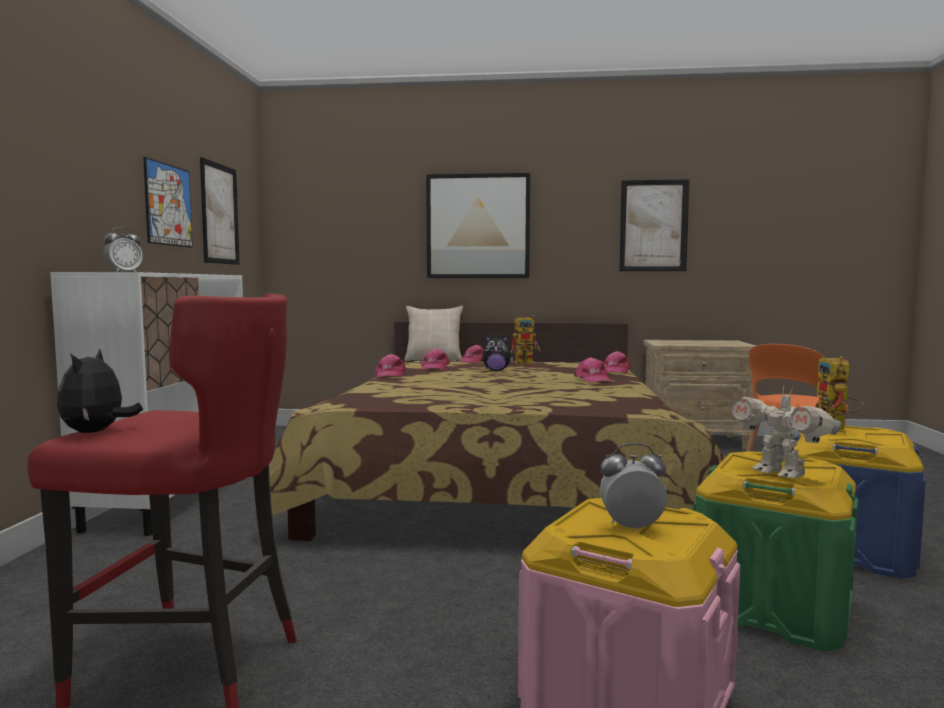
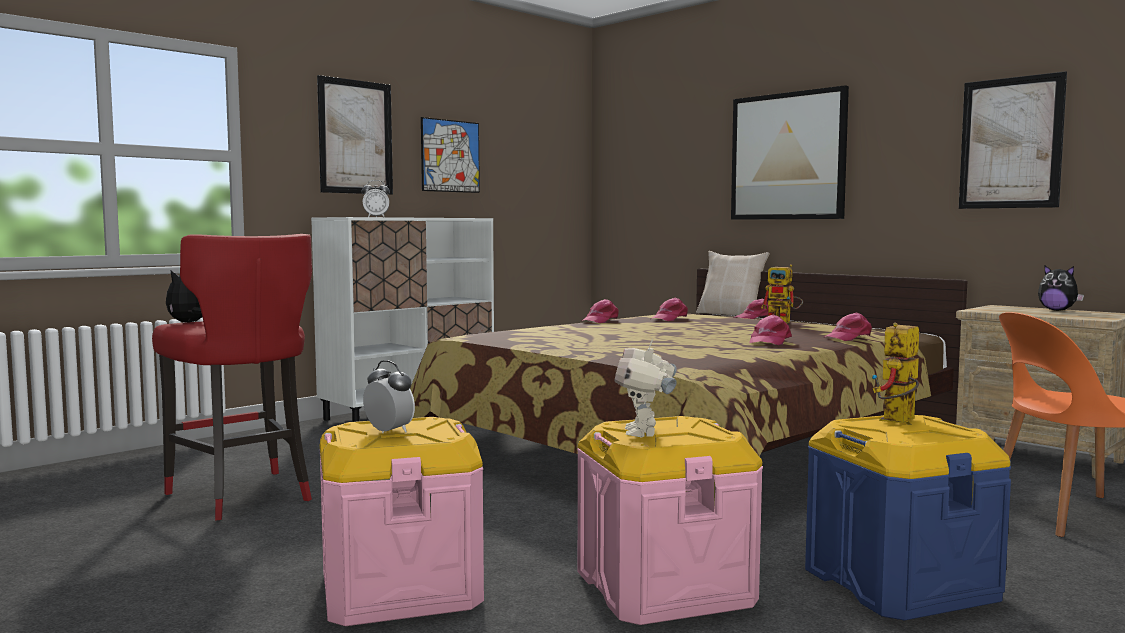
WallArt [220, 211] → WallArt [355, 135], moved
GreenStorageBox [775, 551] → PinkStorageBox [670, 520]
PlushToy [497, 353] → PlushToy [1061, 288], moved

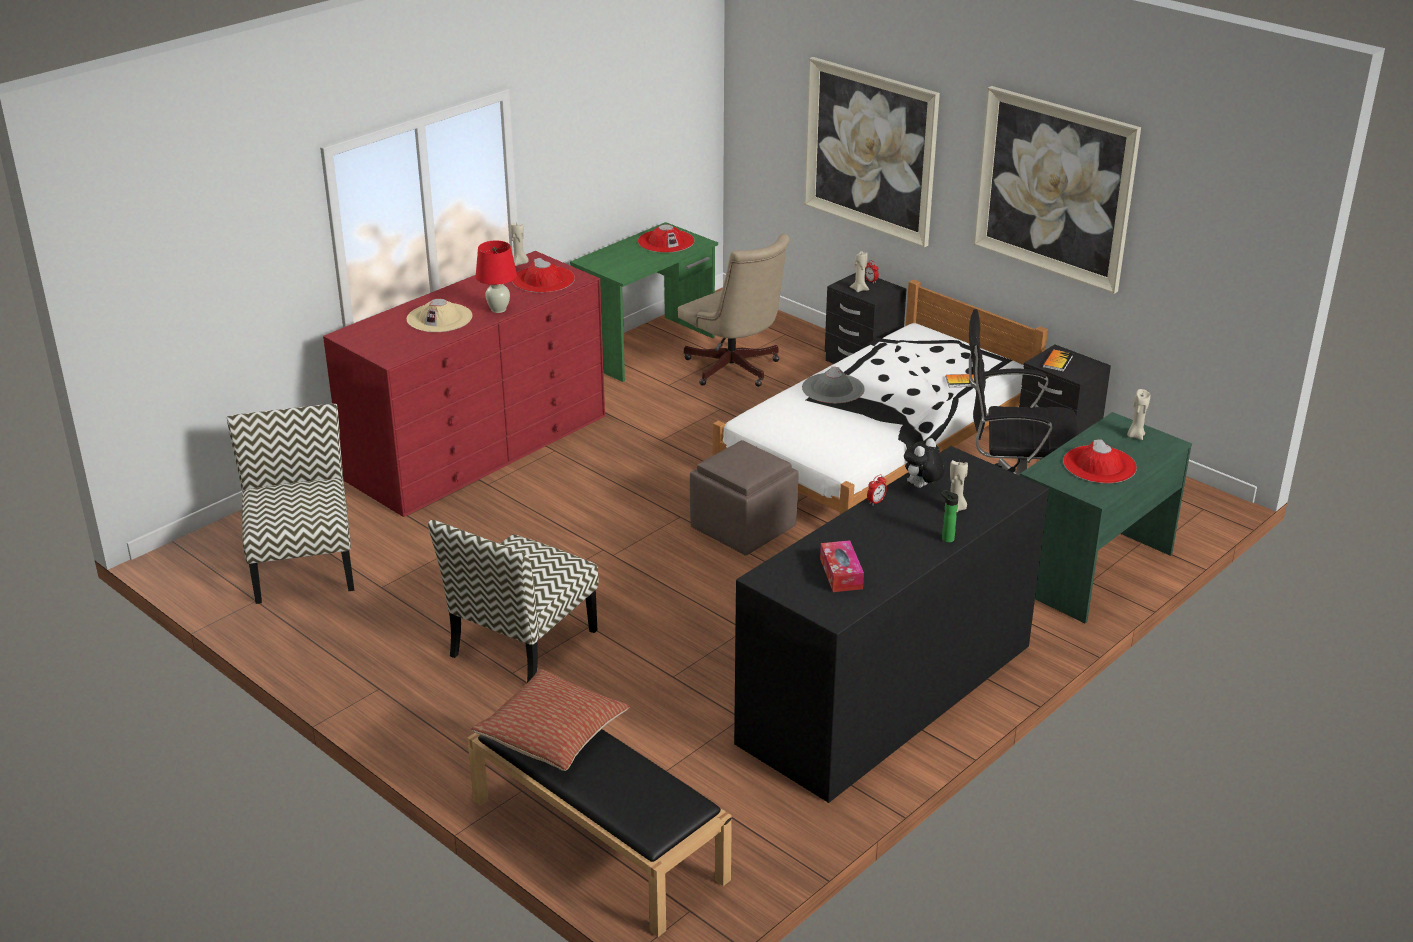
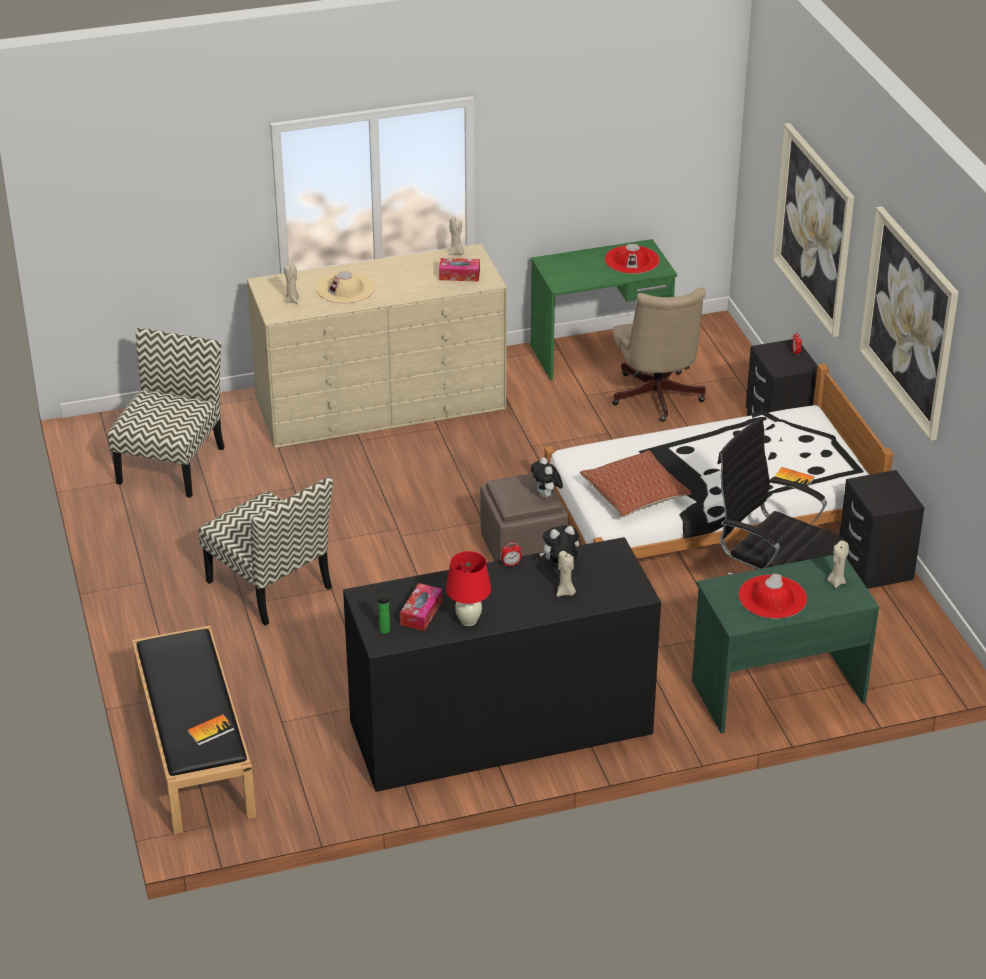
Volume [1058, 360] → Volume [210, 729], moved
UprightChair [513, 601] → UprightChair [266, 551], 105 degrees counterclockwise
RedColouredDrawerChest [464, 384] → BeigeColouredDrawerChest [377, 346]
BeigeColouredWaxCandle [859, 271] → BeigeColouredWaxCandle [291, 284], moved
BeverageBottle [949, 516] → BeverageBottle [383, 611], moved
RedColouredHat [543, 275] → TissueBox [459, 270]
RedColouredTableLamp [496, 277] → RedColouredTableLamp [468, 588], moved
- → PlushToy [547, 477]
Cushion [550, 720] → Cushion [636, 483], moved
GreyishHat [833, 385] → -

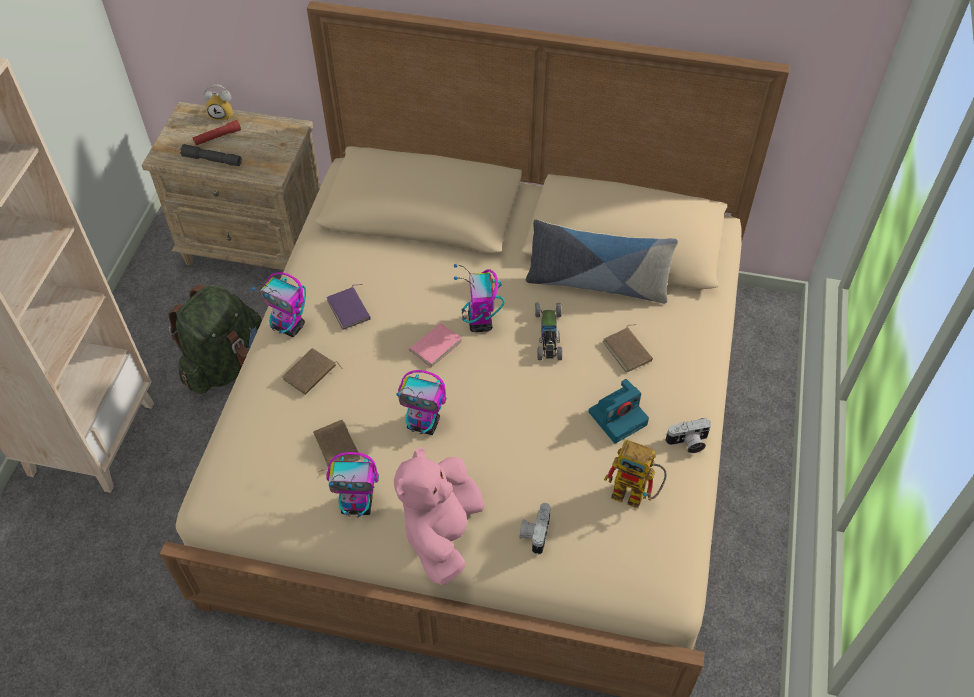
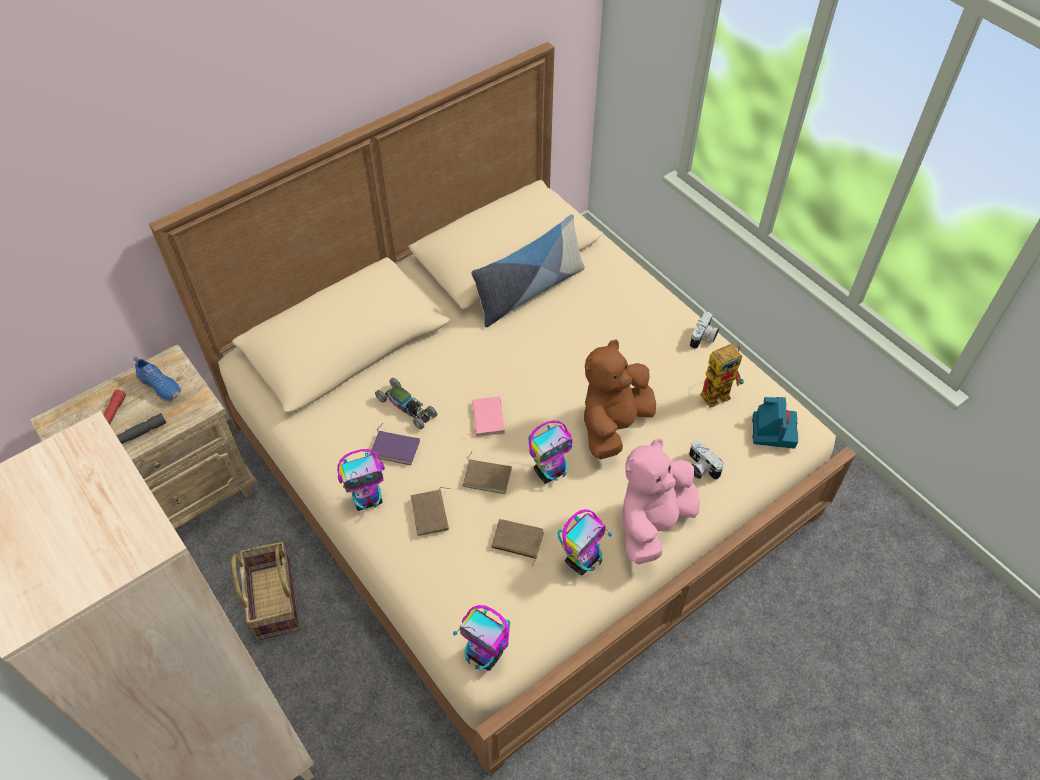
- → BluishLowShoe [157, 379]
GreenRucksack [215, 339] → HouseholdBasket [265, 590]
ToyCar [548, 331] → ToyCar [406, 403], moved
ModelRobot [479, 298] → ModelRobot [481, 638], moved
BrownVolume [628, 348] → BrownVolume [487, 473], moved
- → BrownPlushToy [620, 399]
PinkPlushToy [439, 516] → PinkPlushToy [660, 501], 75 degrees clockwise
StillCamera [618, 411] → StillCamera [775, 423], moved
AlarmClock [218, 102] → -

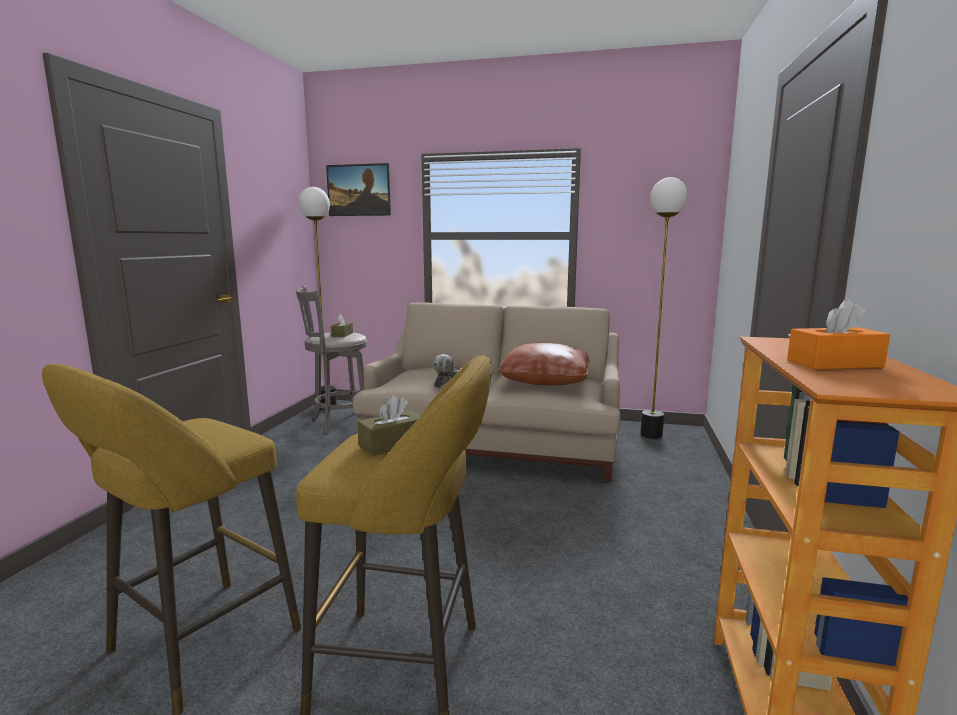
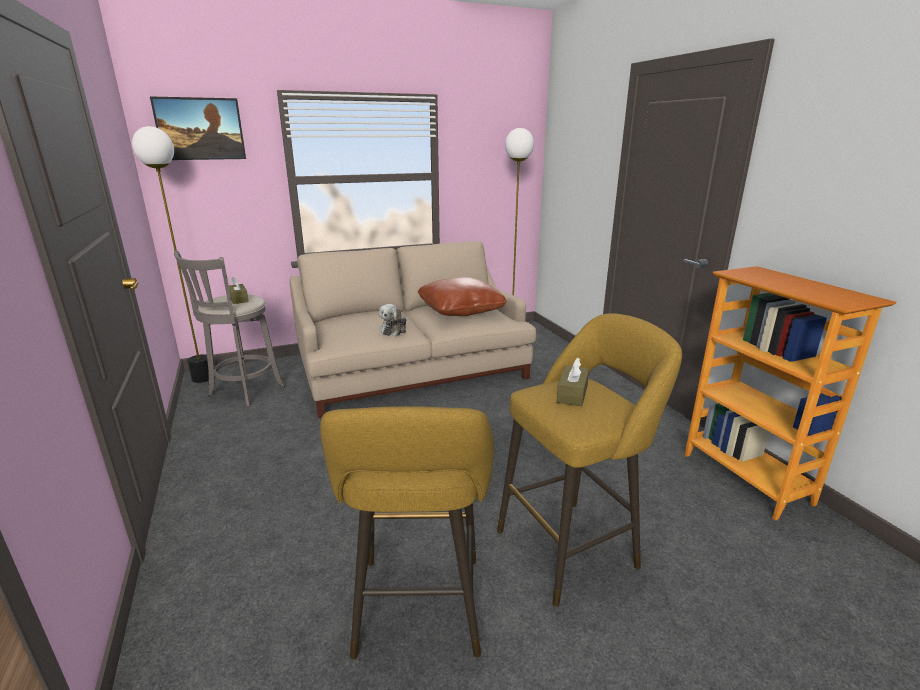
OrangeyTissueBox [838, 334] → -

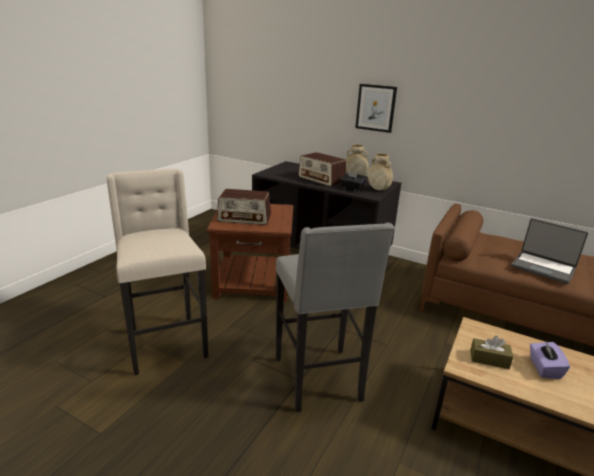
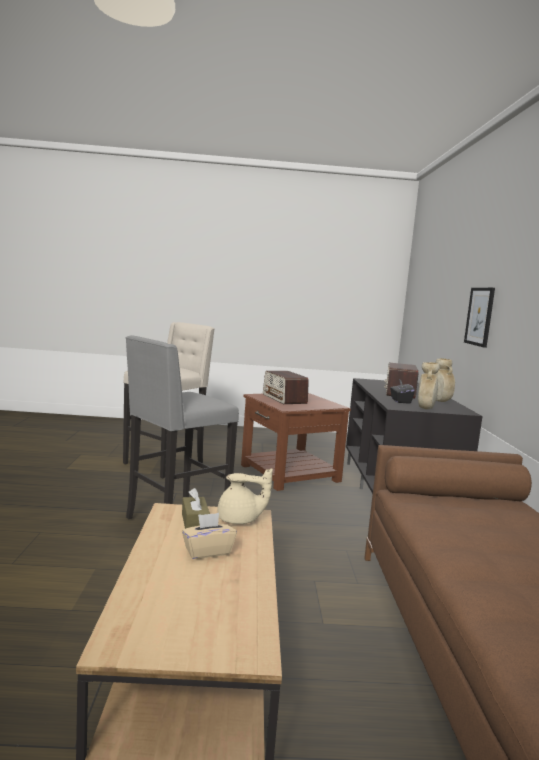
PurplishTissueBox [550, 360] → BeigeColouredTissueBox [209, 536]
- → BeigeColouredTeapot [245, 496]
PortableComputer [549, 251] → -

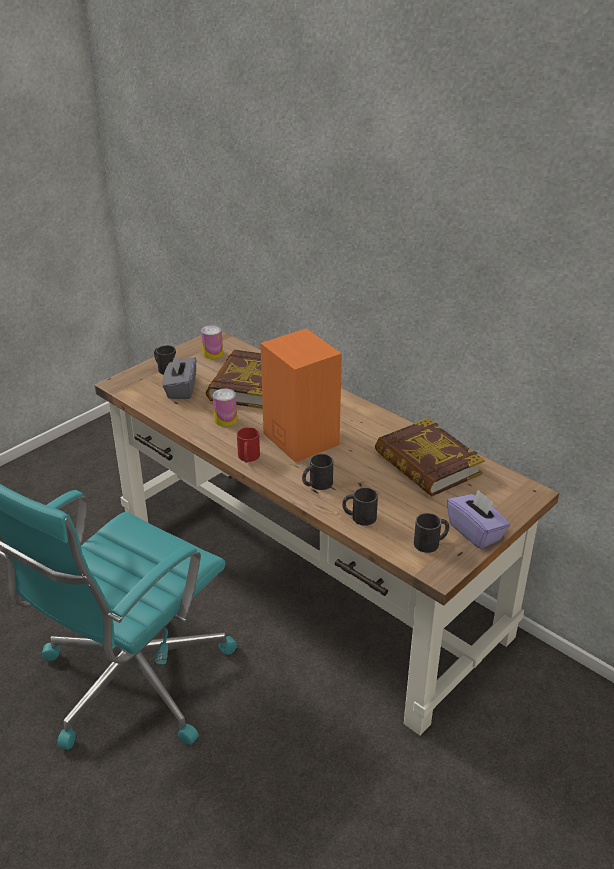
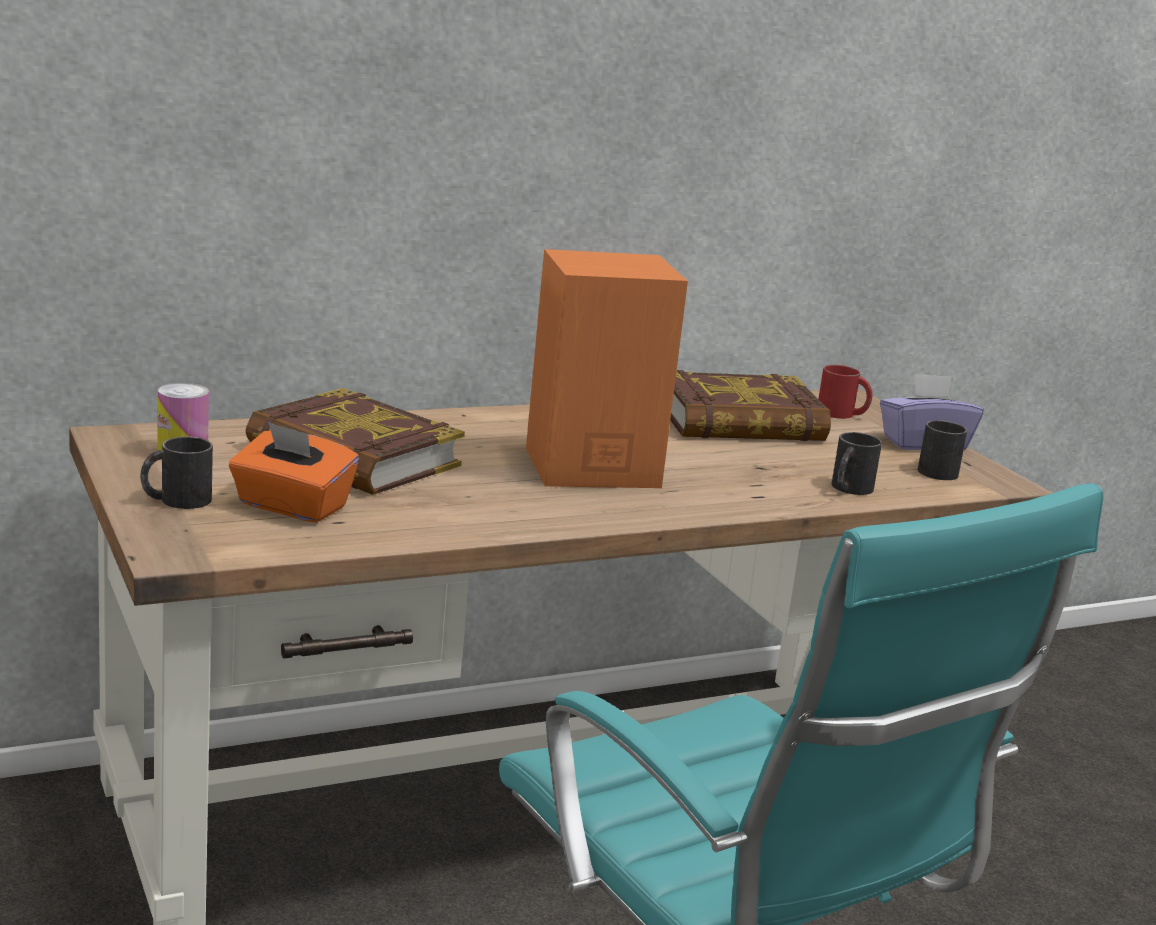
GreyishTissueBox [179, 376] → OrangeyTissueBox [294, 472]
RedColouredTeaMug [248, 445] → RedColouredTeaMug [845, 392], moved
Can [225, 407] → -
BlackColouredTeaMug [317, 472] → -

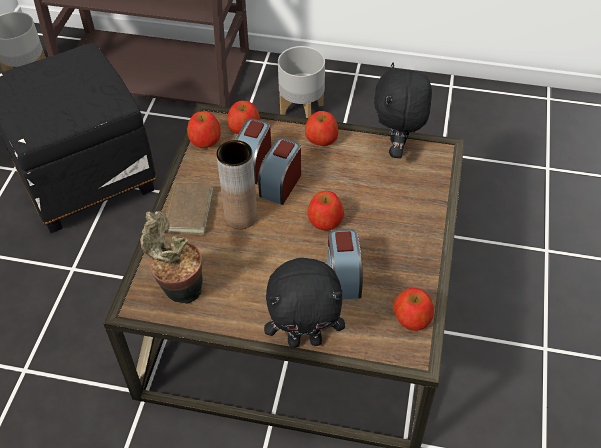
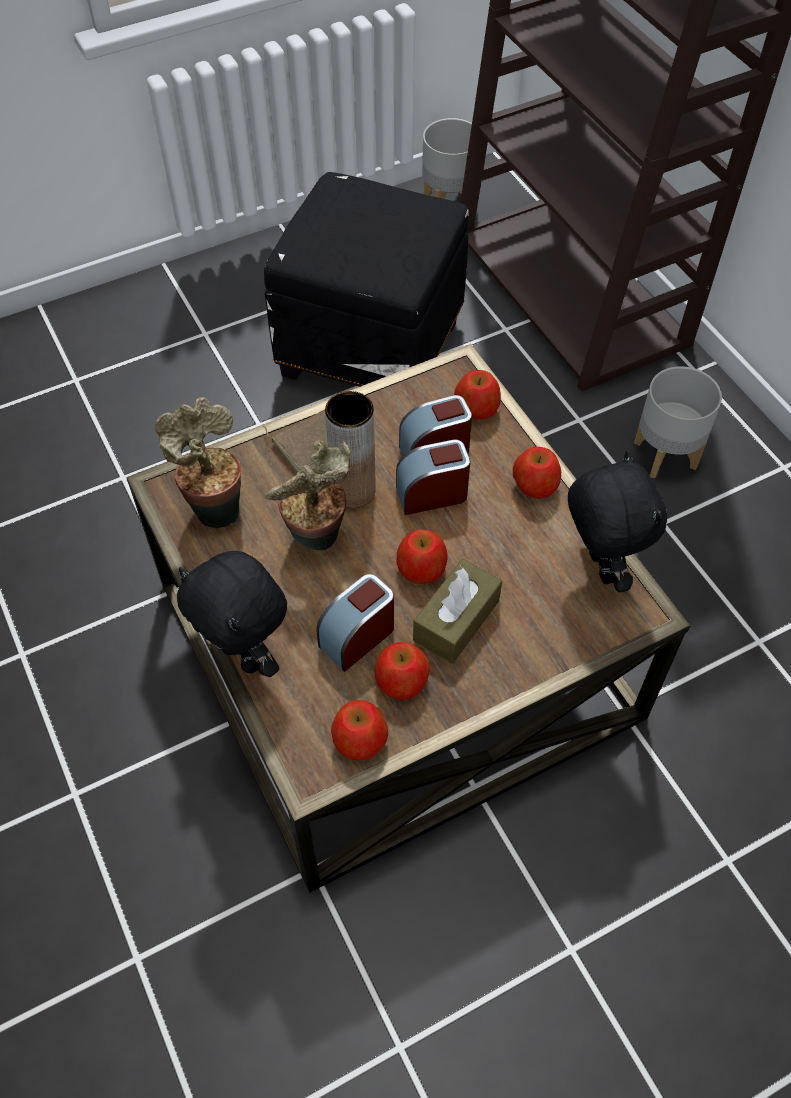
- → PottedPlant [308, 495]
WholeApple [204, 129] → WholeApple [402, 671], moved
- → BrownTissueBox [457, 611]
BlackColouredPlushToy [403, 110] → BlackColouredPlushToy [617, 521], 105 degrees clockwise

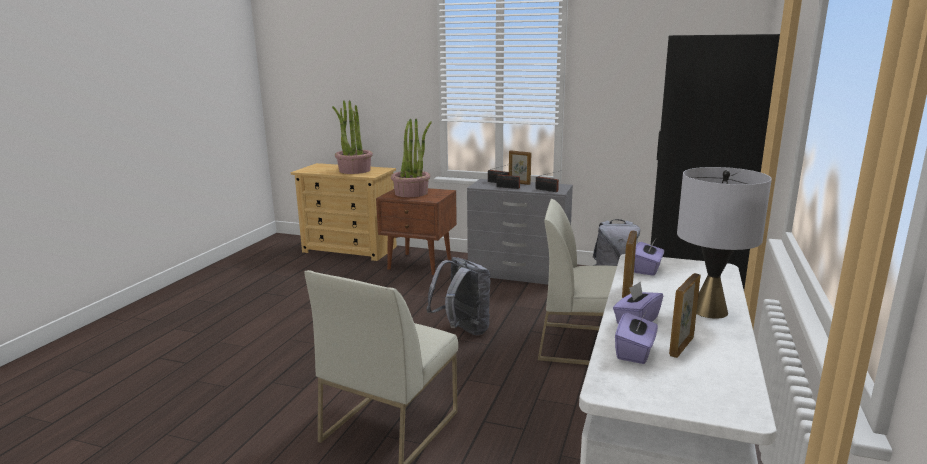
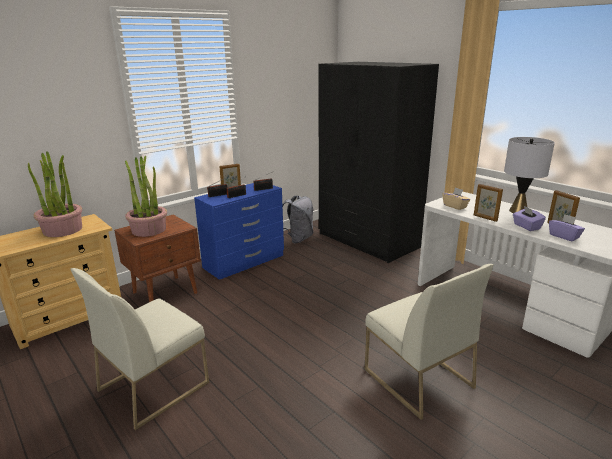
WhitishUprightChair [577, 282] → WhitishUprightChair [140, 349], moved
GreyishDrawerChest [520, 232] → BluishDrawerChest [239, 231]
PurplishTissueBox [649, 257] → BeigeColouredTissueBox [456, 198]
GreyishRucksack [458, 296] → -

